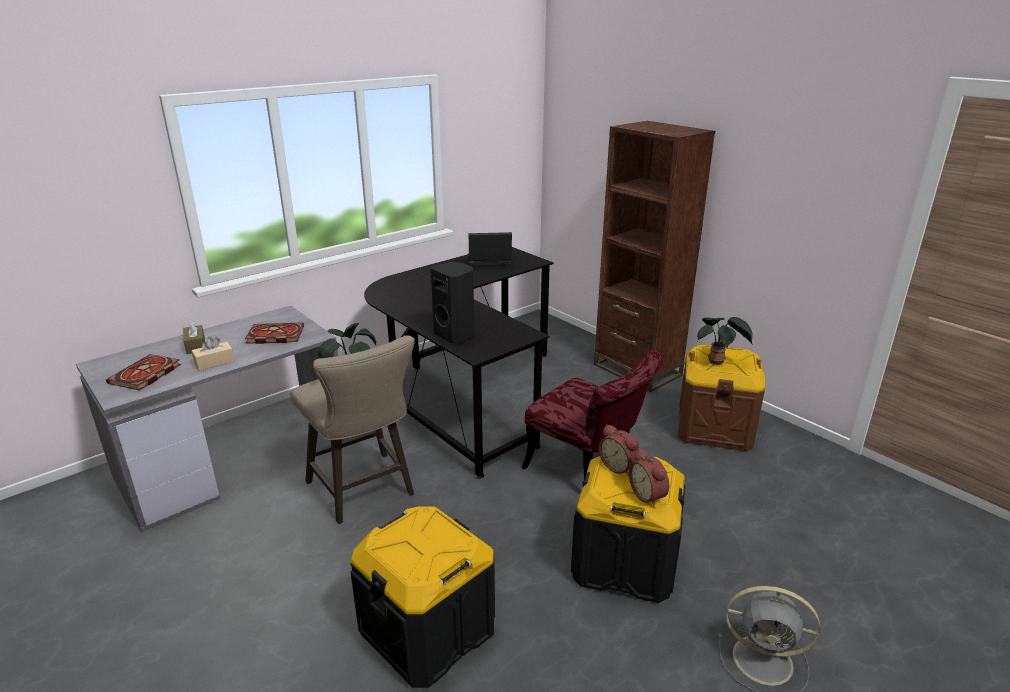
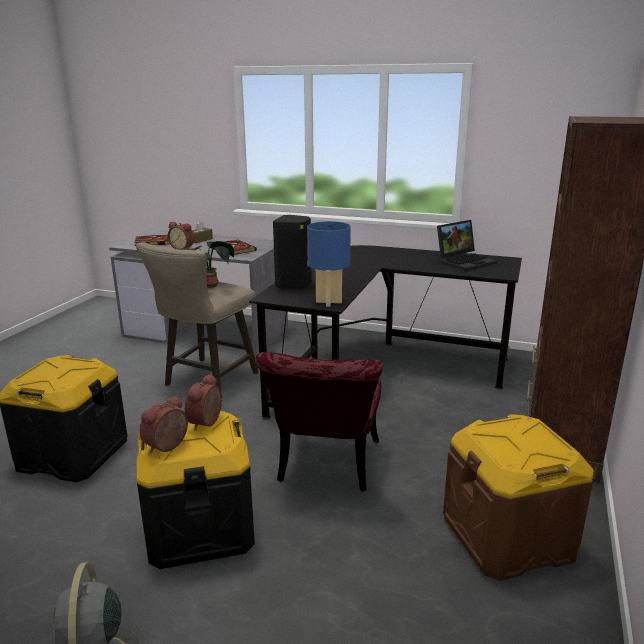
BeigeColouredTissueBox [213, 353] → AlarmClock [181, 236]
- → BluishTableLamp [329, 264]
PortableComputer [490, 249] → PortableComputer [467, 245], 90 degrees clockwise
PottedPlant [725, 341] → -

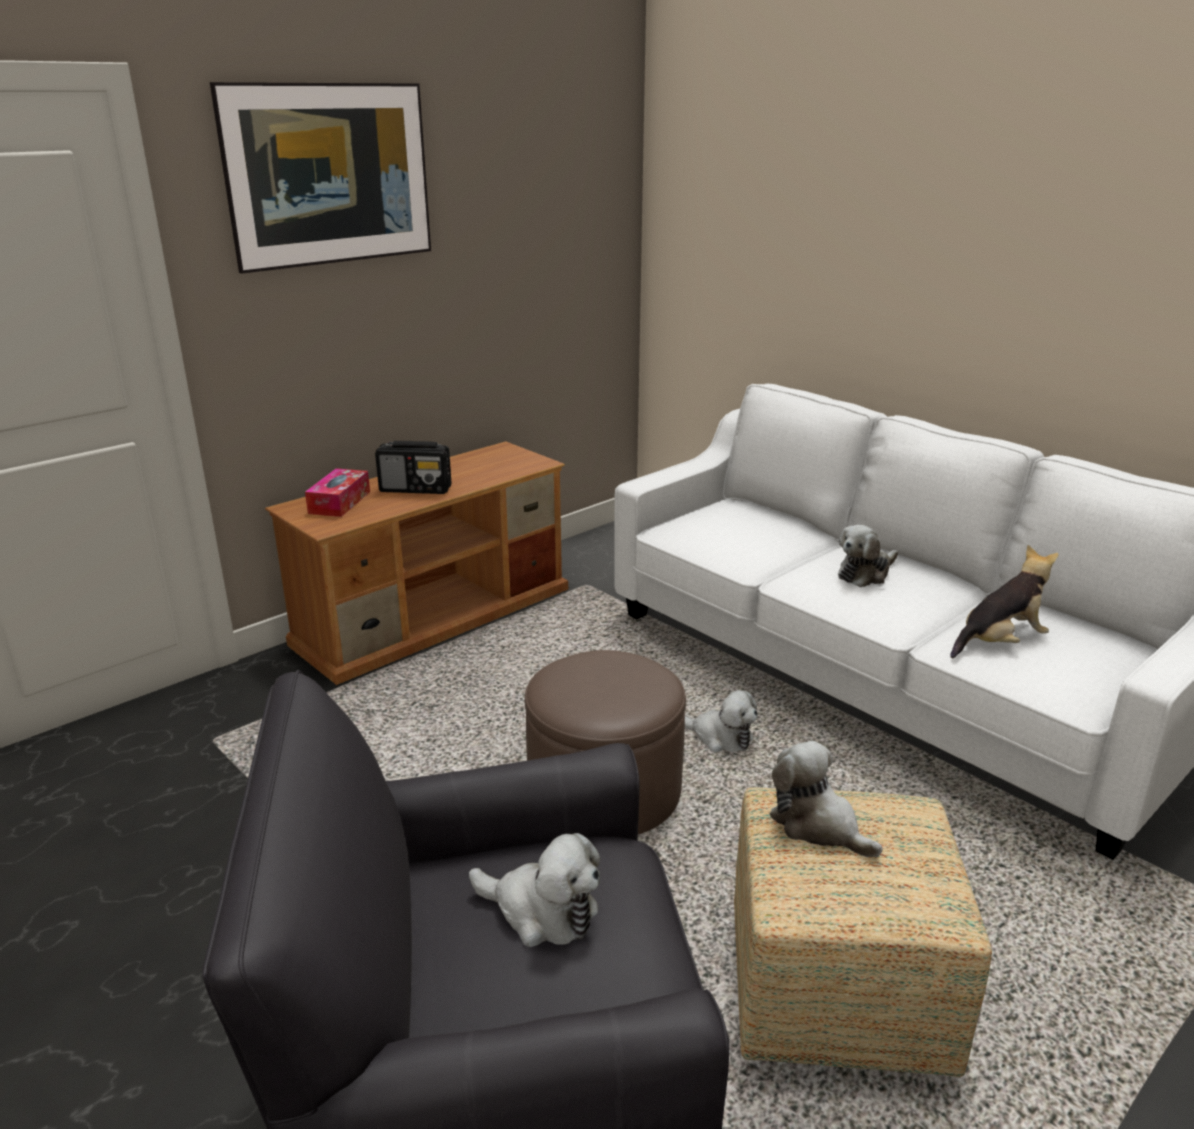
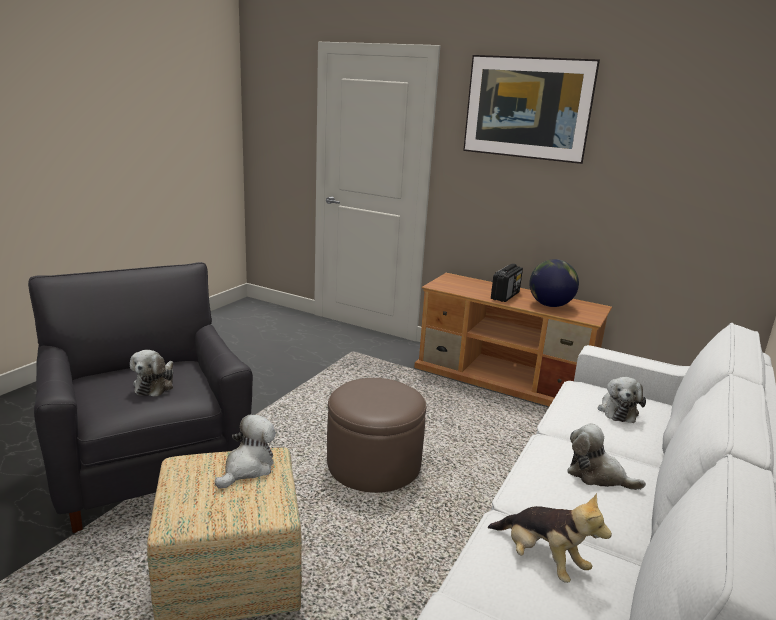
RadioSet [413, 467] → RadioSet [507, 283], 135 degrees counterclockwise
- → DeskGlobe [554, 283]
PlushToy [721, 721] → PlushToy [622, 400], moved
TissueBox [337, 492] → -

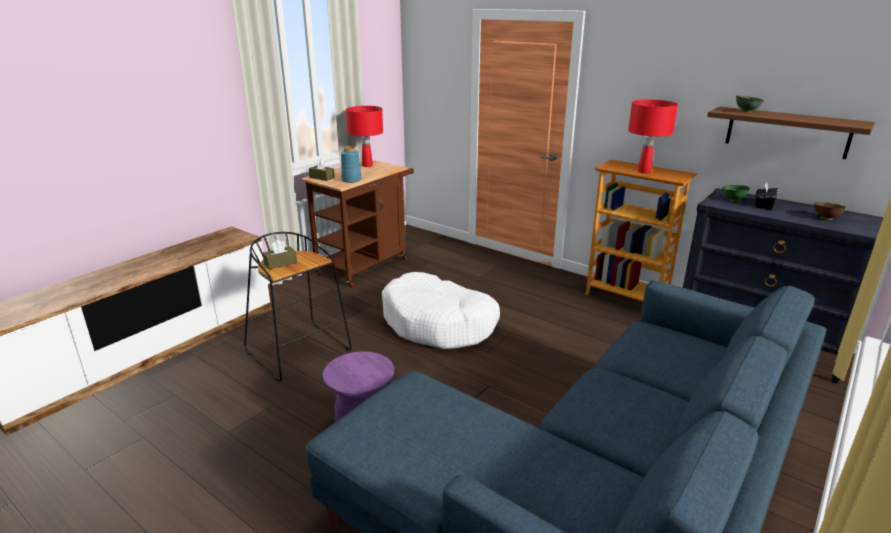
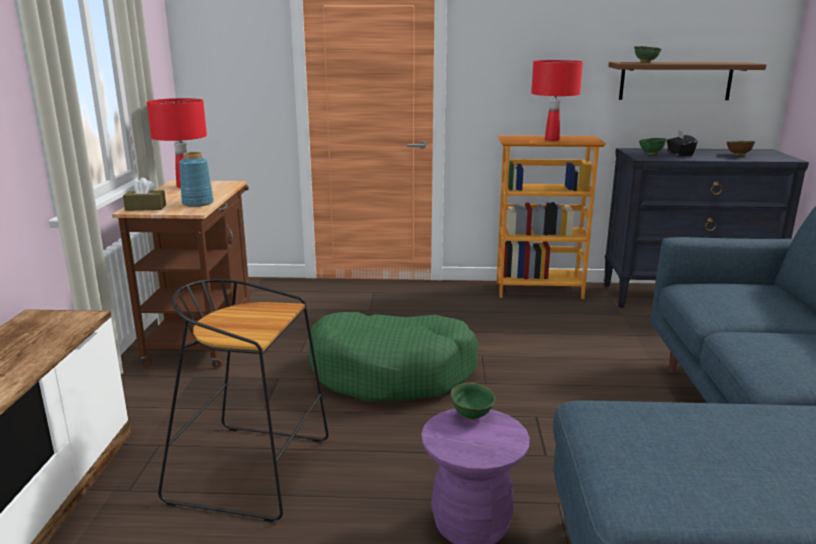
WhitishPetBed [441, 310] → GreenPetBed [394, 357]
- → GreenBowl [473, 401]
BrownTissueBox [280, 254] → -

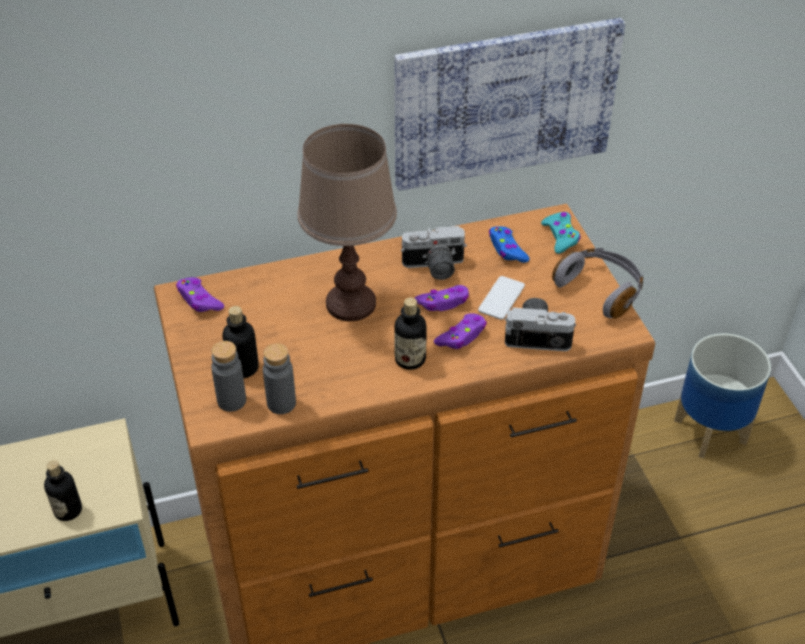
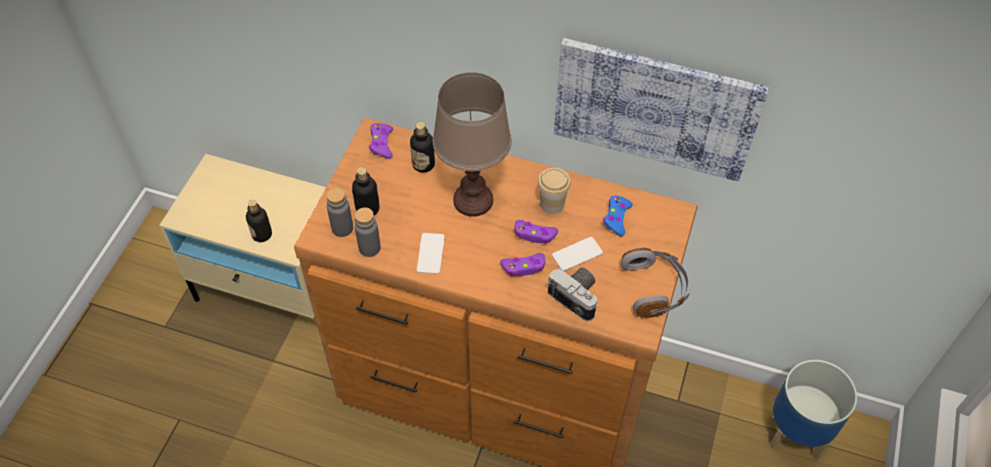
BeverageBottle [410, 333] → BeverageBottle [422, 147], moved
- → Phone [431, 253]
StillCamera [434, 253] → Cup [554, 191]
TurquoiseColouredJoypad [561, 233] → -

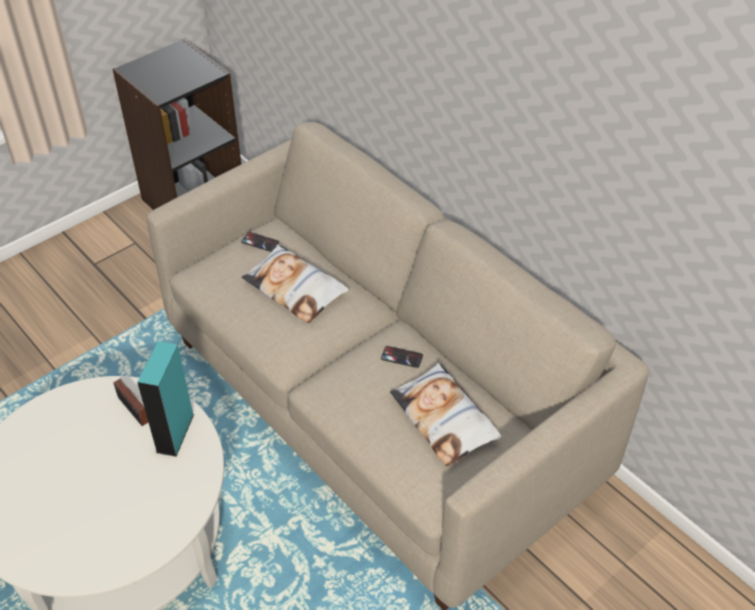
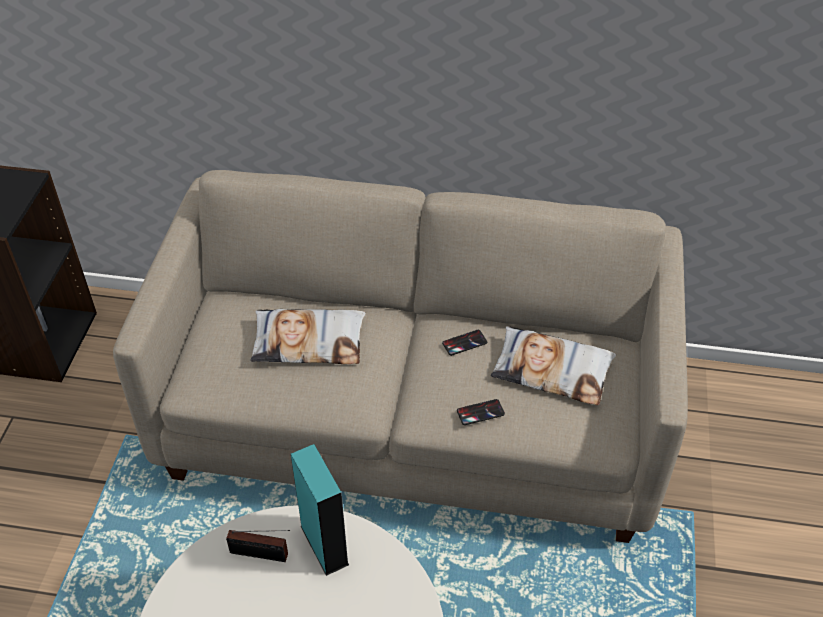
Phone [260, 242] → Phone [481, 412], moved

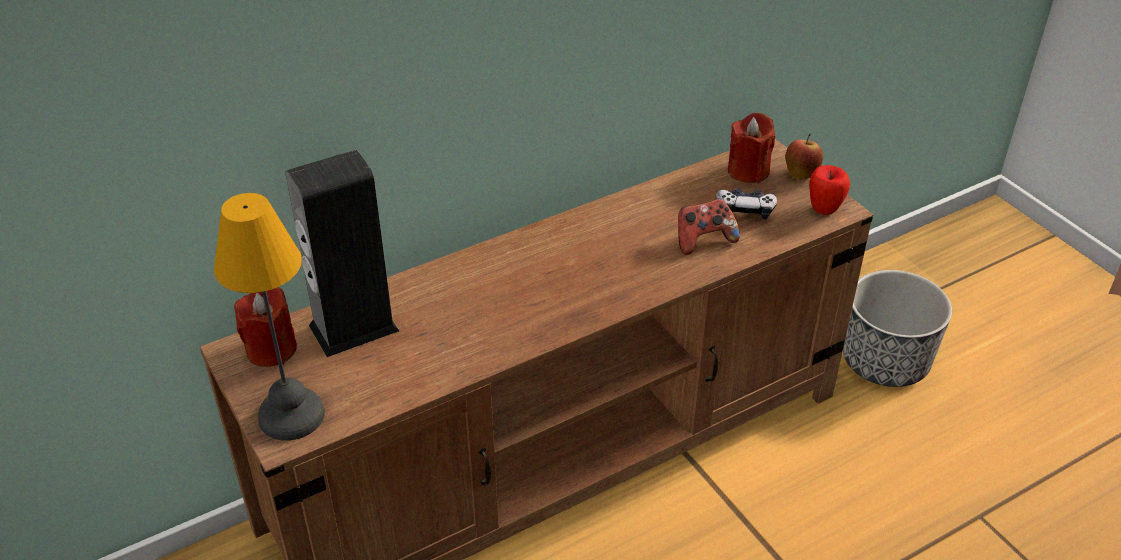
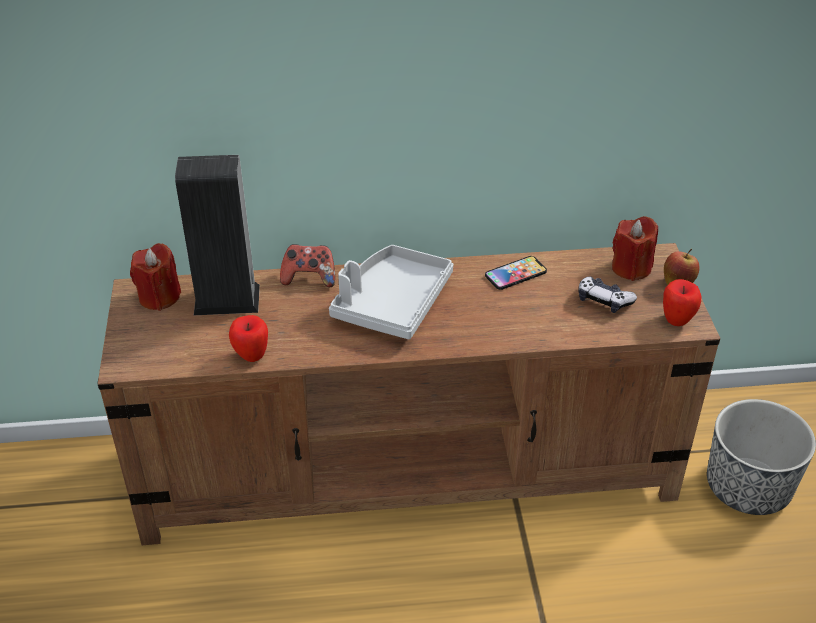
- → WholeApple [248, 338]
Joypad [709, 227] → Joypad [307, 265], moved
- → GreyishServingTray [391, 292]
- → Phone [516, 273]
TableLamp [269, 317] → -

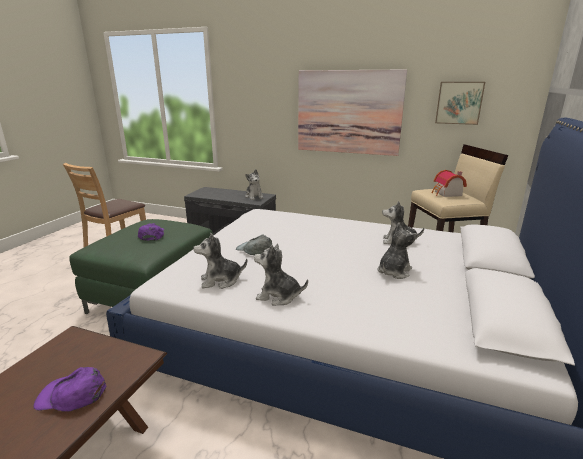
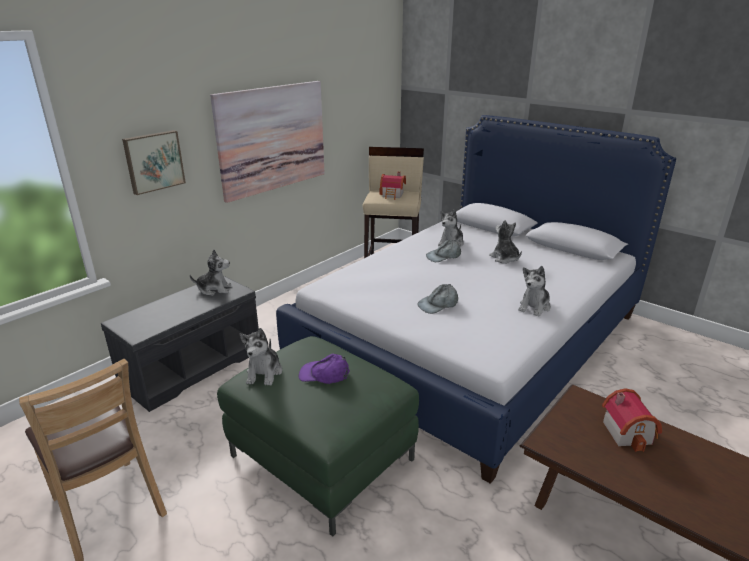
WallArt [460, 103] → WallArt [154, 162], moved
PlushToy [220, 261] → PlushToy [260, 357], moved
- → GreyishPeakedCap [443, 251]
PurplishPeakedCap [70, 389] → MiniatureHouse [632, 420]

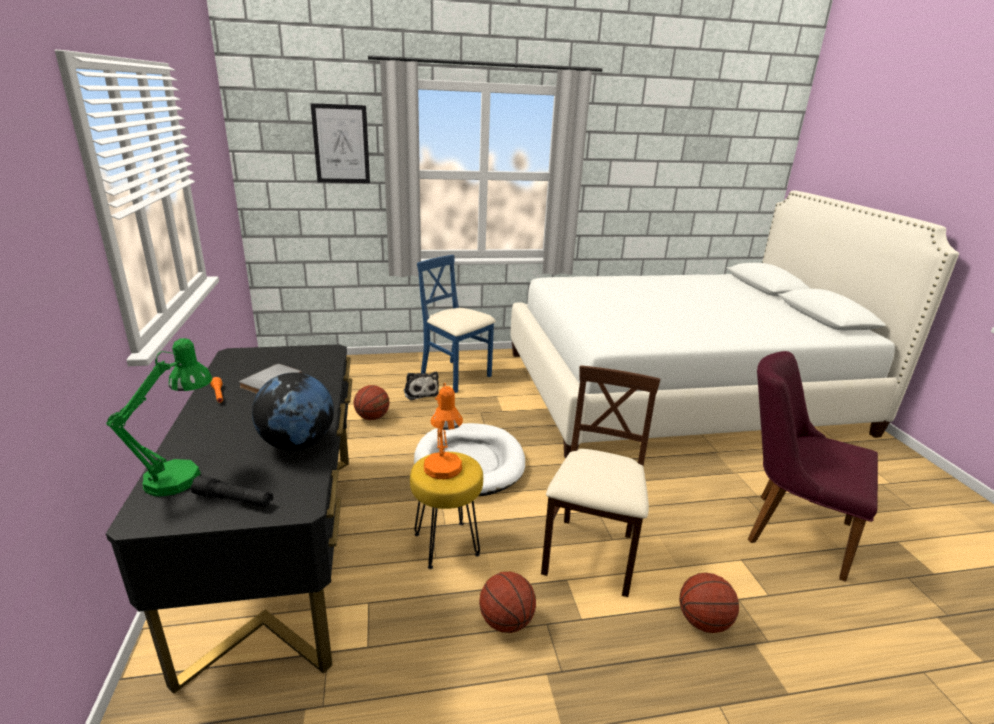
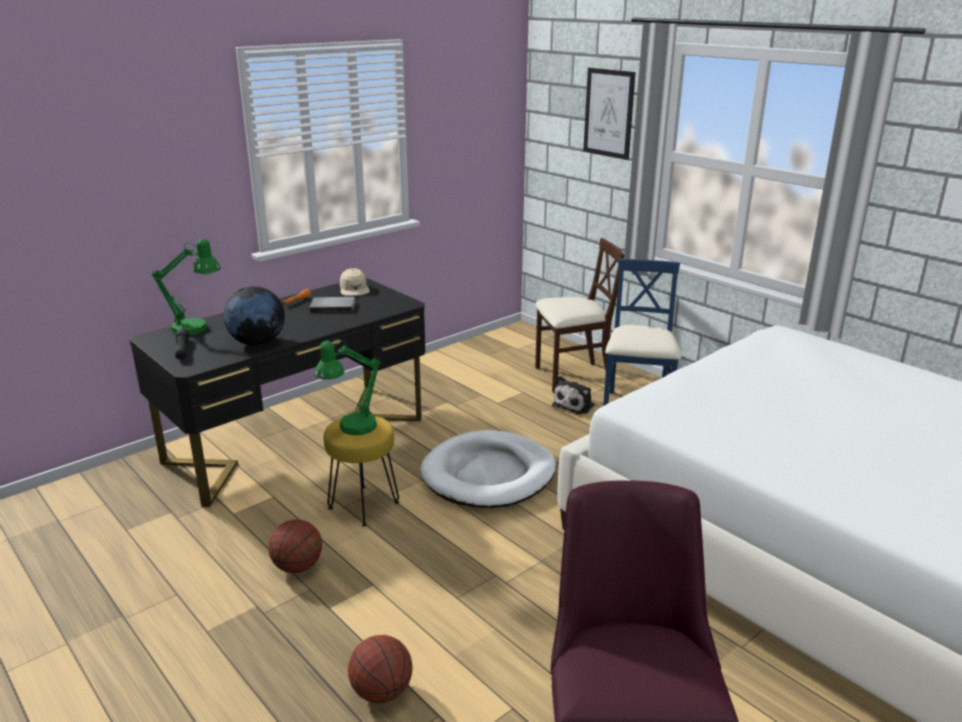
OrangeyTableLamp [443, 431] → GreenTableLamp [348, 387]
- → BeigeColouredPeakedCap [355, 282]
BeigeColouredUprightChair [600, 481] → BeigeColouredUprightChair [579, 315], moved
Basketball [372, 402] → -

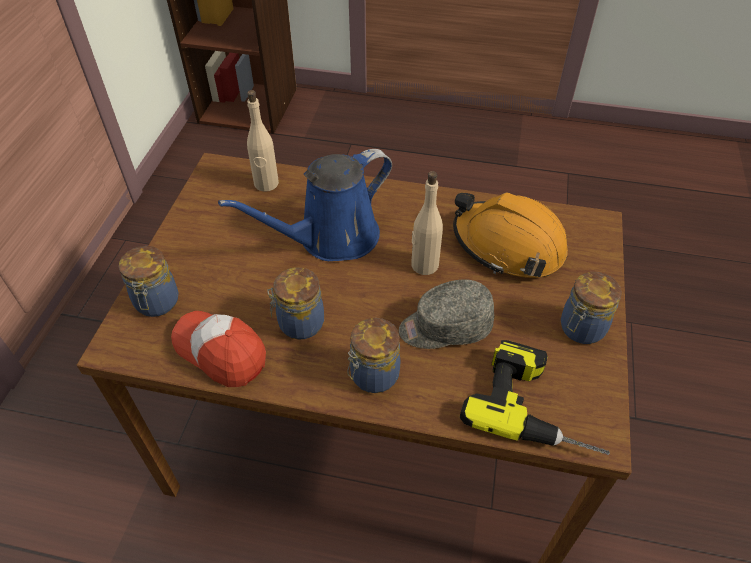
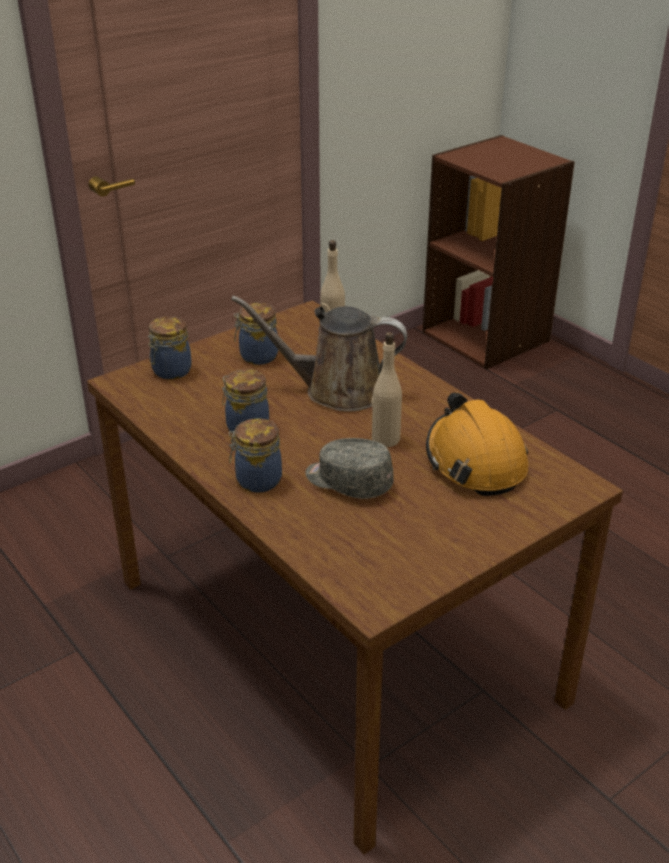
BluishWateringCan [305, 205] → BrownWateringCan [319, 354]
PreserveJar [591, 308] → PreserveJar [256, 334], moved
PeakedCap [218, 349] → -
PowerDrill [535, 397] → -

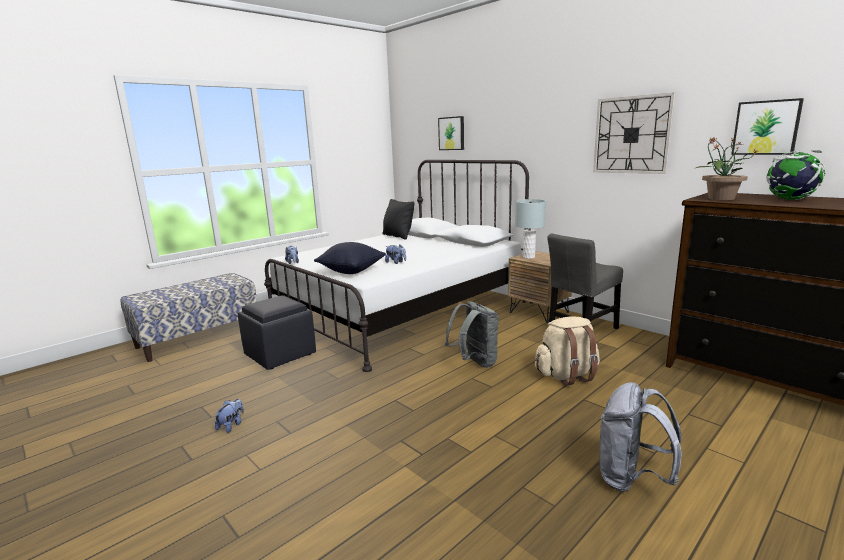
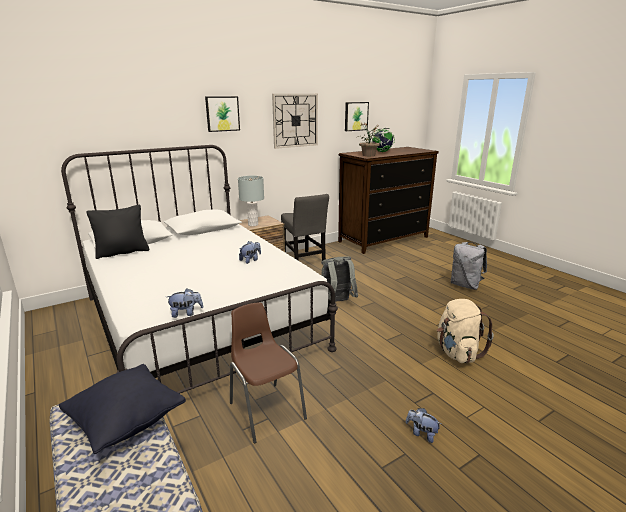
BlackColouredCushion [350, 258] → BlackColouredCushion [122, 409], moved
WallArt [451, 133] → WallArt [222, 114], moved
BlackColouredPouffe [277, 332] → BrownUprightChair [268, 372]
BeigeColouredRucksack [567, 351] → BeigeColouredRucksack [465, 331], moved

